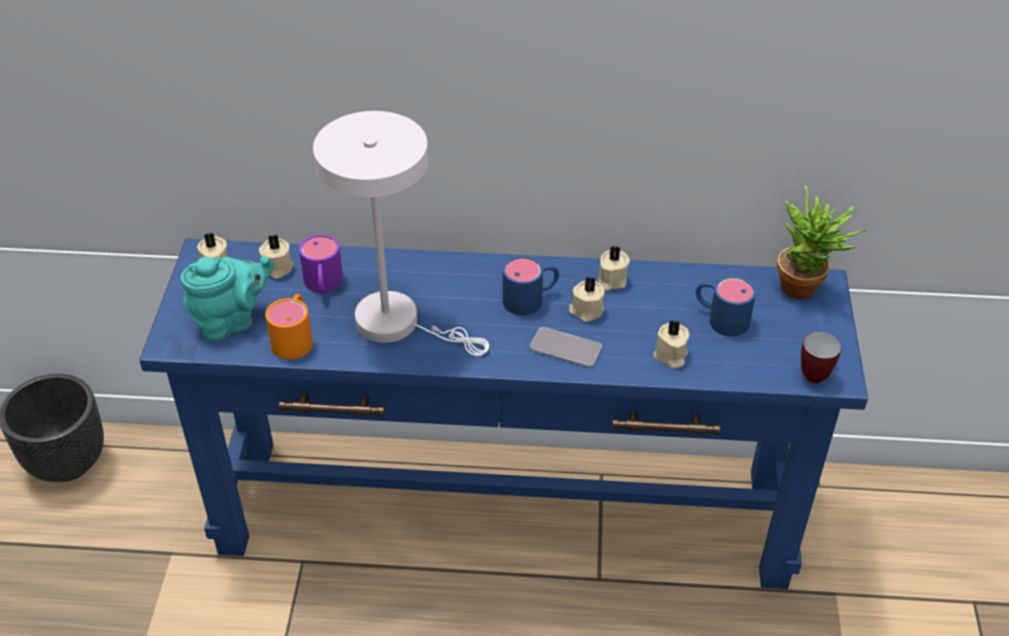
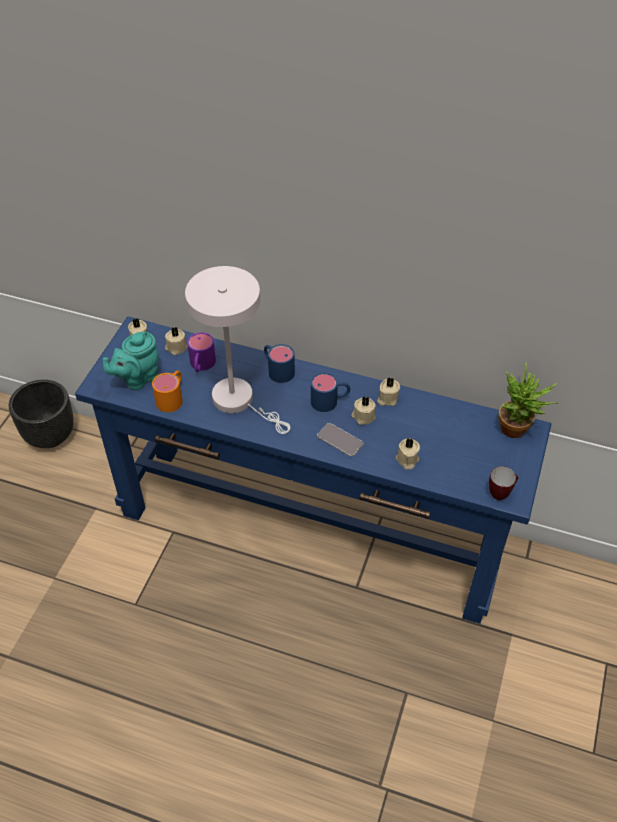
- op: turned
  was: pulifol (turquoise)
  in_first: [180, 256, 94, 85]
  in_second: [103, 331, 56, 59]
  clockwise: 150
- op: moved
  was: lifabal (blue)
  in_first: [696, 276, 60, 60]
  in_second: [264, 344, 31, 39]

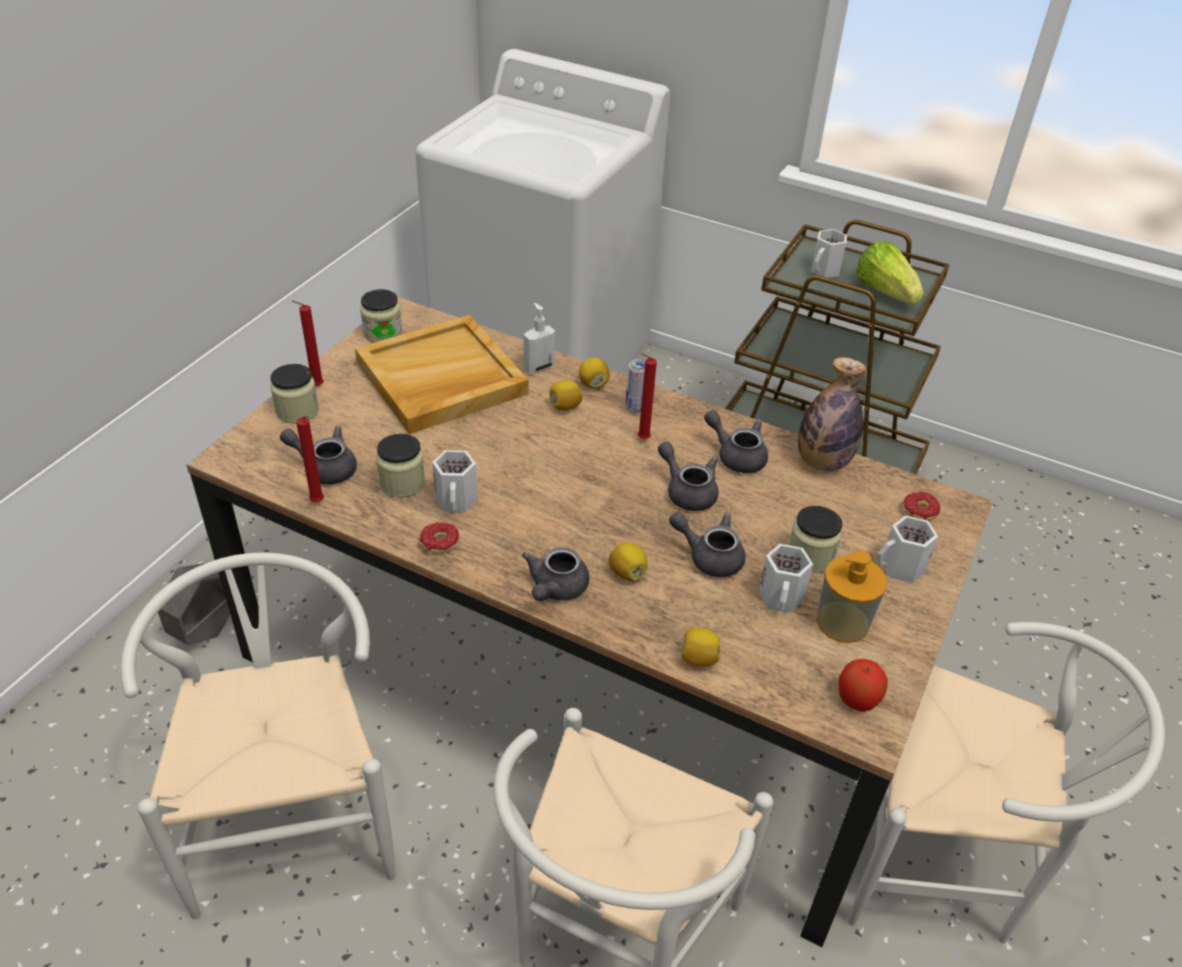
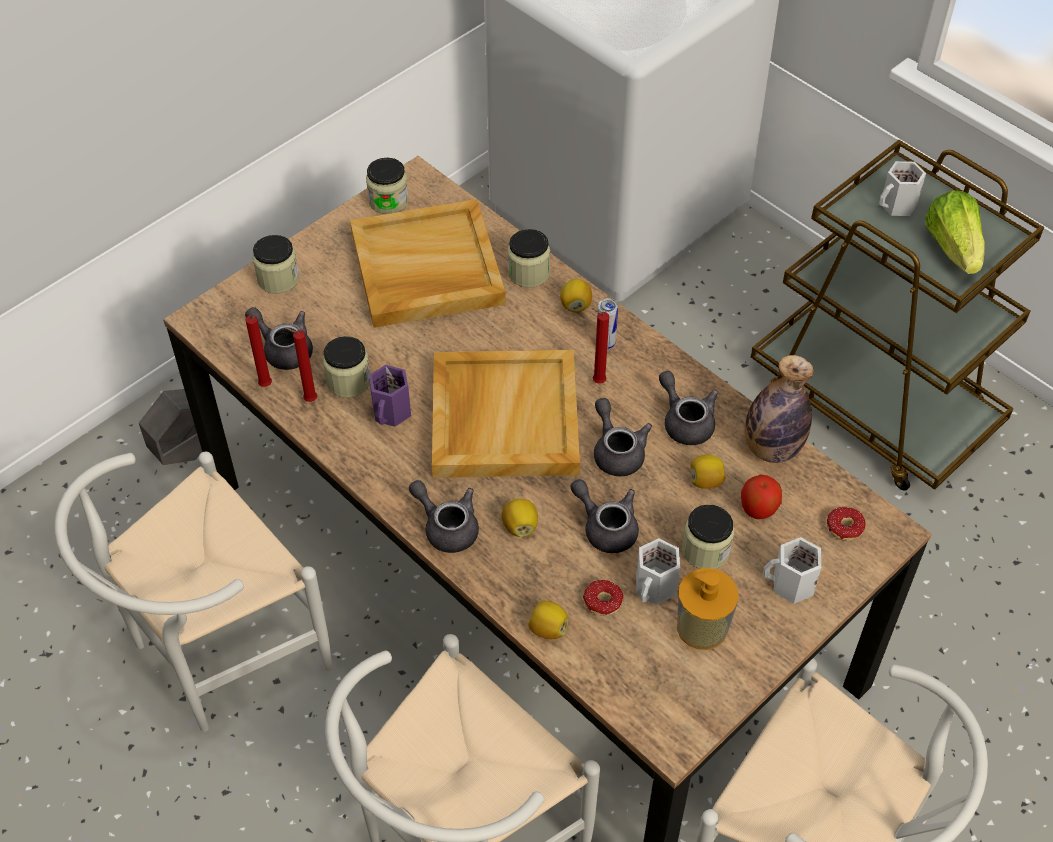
- op: moved
  was: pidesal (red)
  in_first: [292, 301, 32, 85]
  in_second: [285, 328, 32, 74]
- op: replaced
  was: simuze
  now: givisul
  in_first: [524, 303, 31, 70]
  in_second: [507, 229, 43, 59]
- op: moved
  was: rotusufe
  in_first: [550, 380, 32, 31]
  in_second: [690, 455, 36, 34]
- op: recoloured
  was: lifabal (white)
  now: lifabal (purple)
  in_first: [432, 450, 46, 63]
  in_second: [369, 365, 42, 62]
- op: moved
  was: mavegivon
  in_first: [420, 522, 39, 32]
  in_second: [583, 580, 40, 36]
- op: turned
  was: pulifol (grey)
  in_first: [522, 547, 67, 54]
  in_second: [409, 480, 70, 73]
  clockwise: 90
- op: turned
  was: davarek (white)
  in_first: [120, 552, 275, 367]
  in_second: [54, 452, 279, 280]
  clockwise: -135
- op: moved
  was: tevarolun
  in_first: [838, 659, 50, 53]
  in_second: [741, 475, 41, 44]
- op: added
  now: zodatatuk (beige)
  in_second: [432, 350, 148, 128]

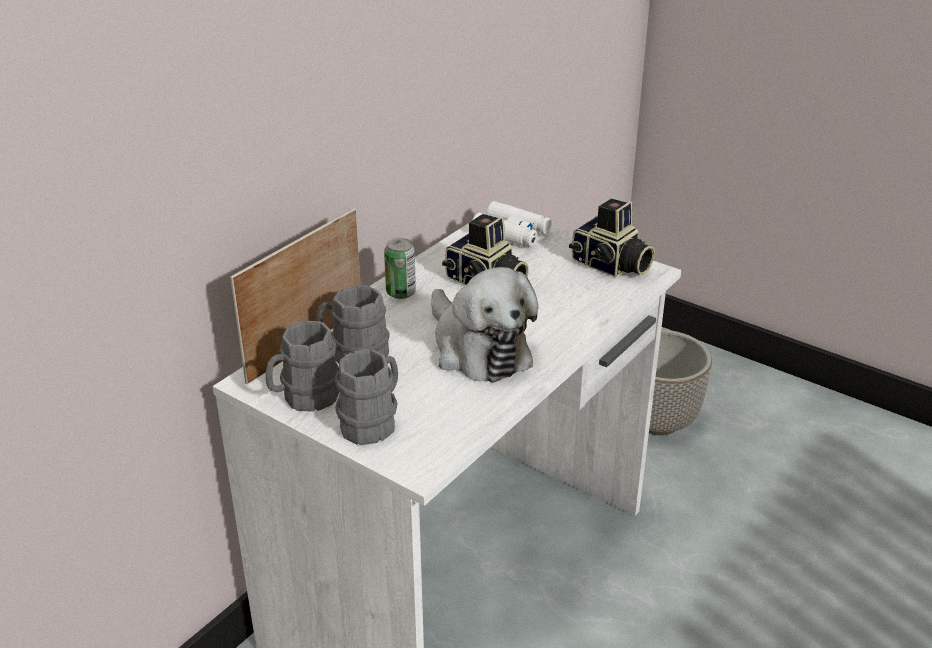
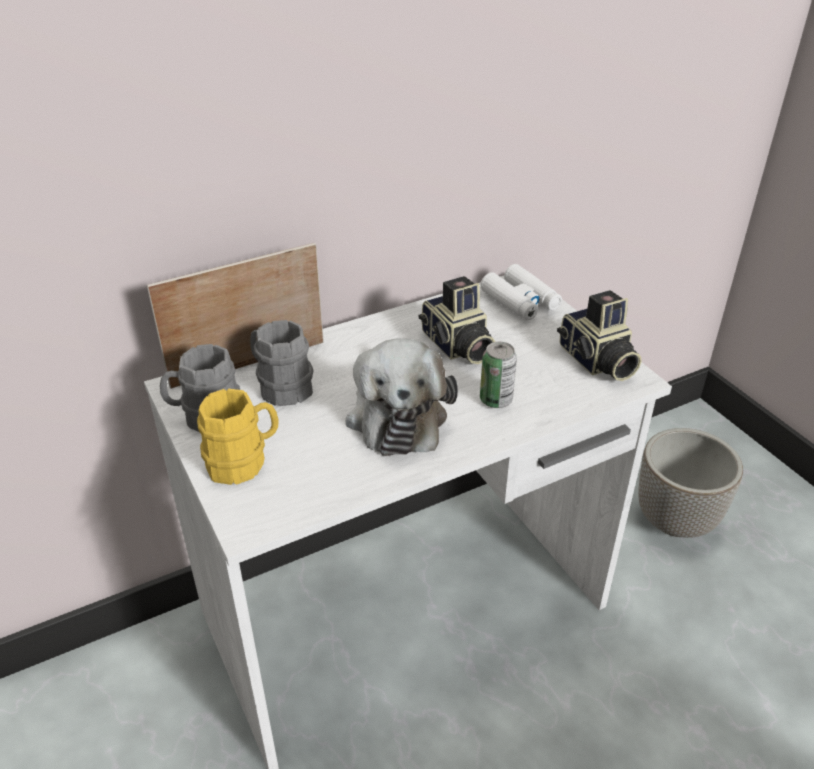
- op: moved
  was: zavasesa
  in_first: [384, 238, 32, 61]
  in_second: [480, 342, 37, 66]
- op: recoloured
  was: lifabal (grey)
  now: lifabal (yellow)
  in_first: [335, 349, 63, 96]
  in_second: [197, 389, 82, 96]

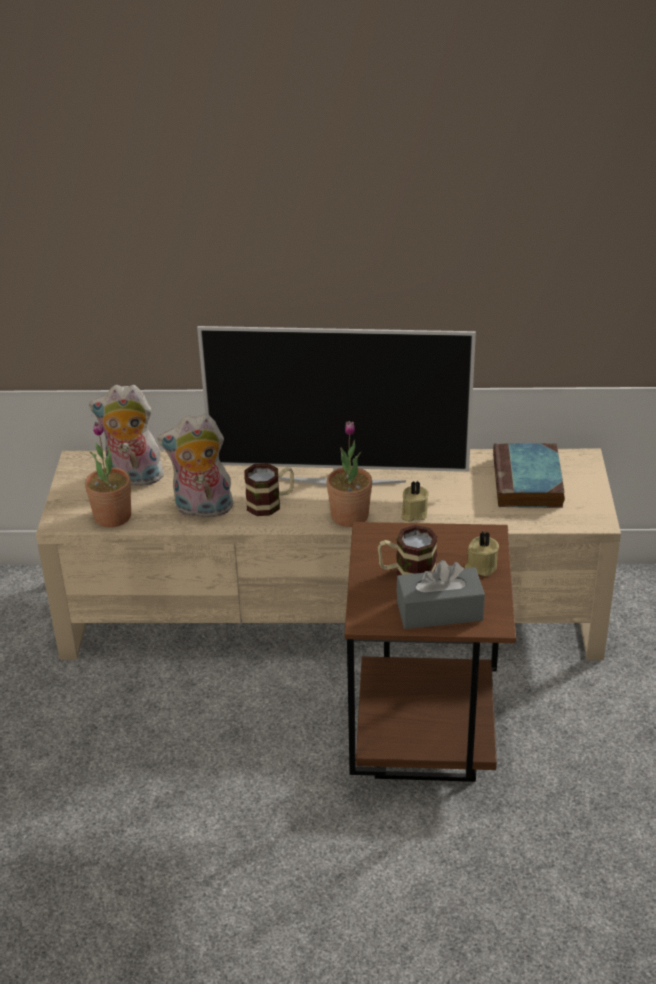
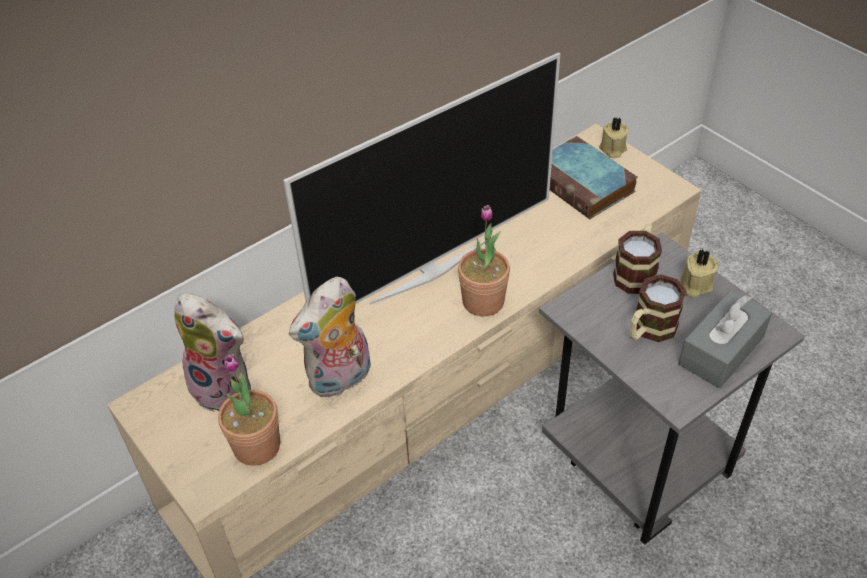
- op: turned
  was: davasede
  in_first: [89, 385, 75, 101]
  in_second: [174, 293, 77, 118]
  clockwise: -120
- op: moved
  was: lifabal
  in_first: [244, 463, 50, 53]
  in_second: [613, 224, 49, 70]
- op: moved
  was: pidesal (beige)
  in_first: [401, 481, 28, 41]
  in_second: [599, 118, 30, 40]
- op: recoloured
  was: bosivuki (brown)
  now: bosivuki (grey)
  in_first: [345, 522, 171, 260]
  in_second: [539, 232, 266, 313]

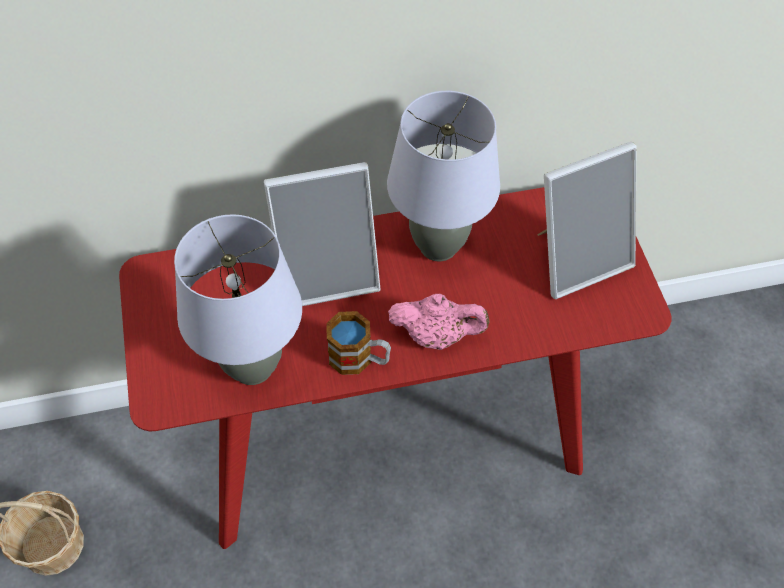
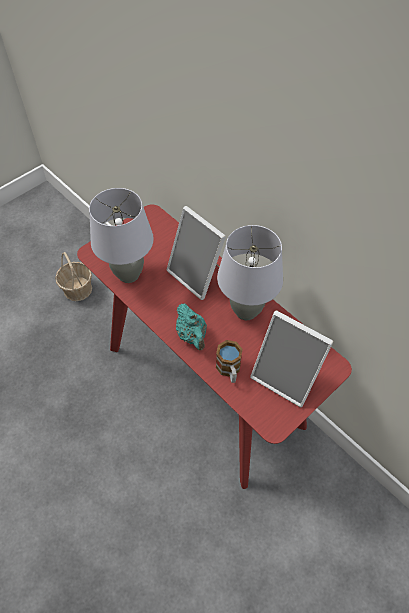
- op: recoloured
  was: pulifol (pink)
  now: pulifol (turquoise)
  in_first: [388, 294, 101, 56]
  in_second: [176, 303, 31, 47]
- op: moved
  was: lifabal
  in_first: [326, 311, 65, 64]
  in_second: [216, 340, 27, 43]

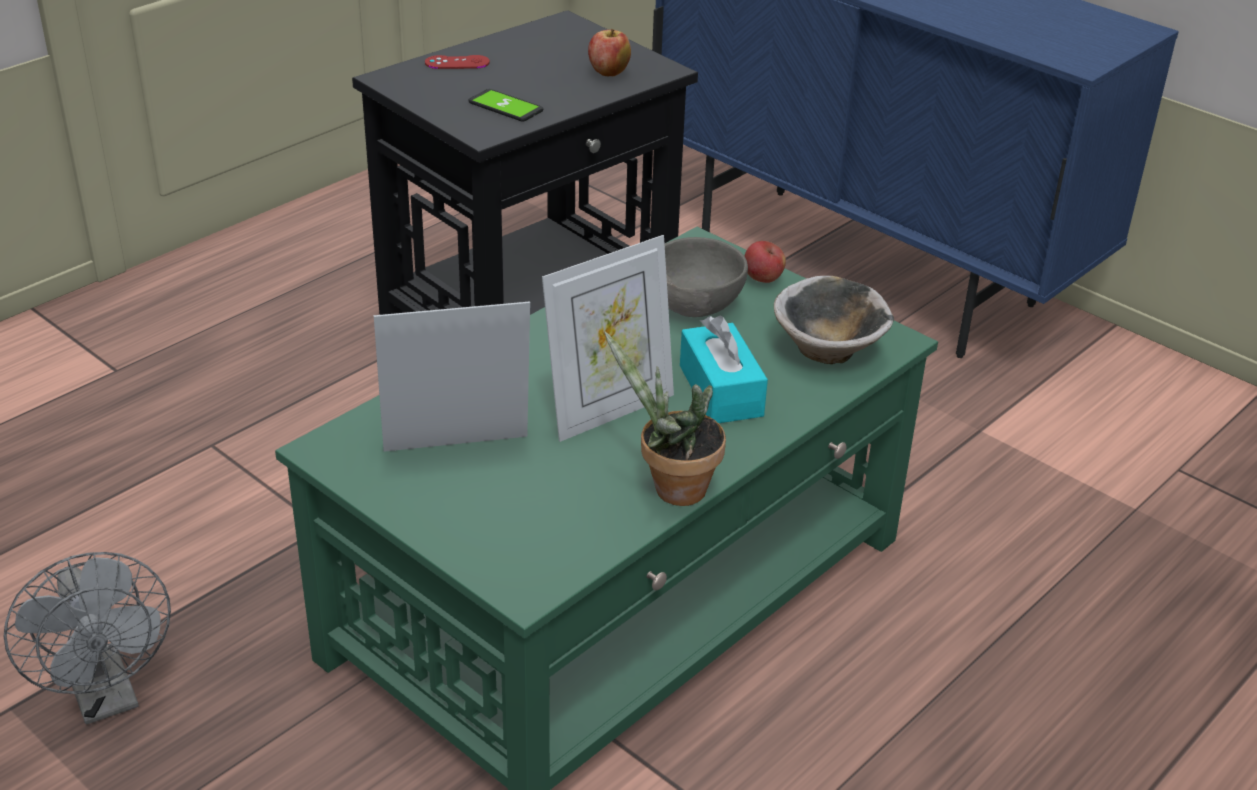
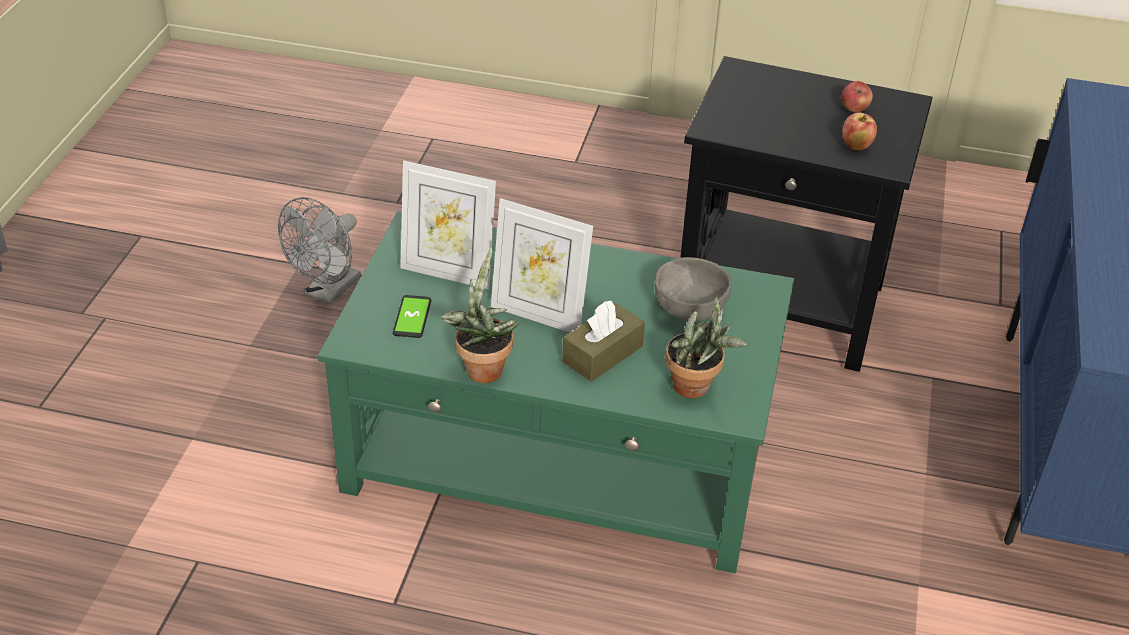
- op: removed
  was: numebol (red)
  in_first: [425, 55, 65, 14]
- op: moved
  was: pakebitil
  in_first: [468, 89, 76, 33]
  in_second: [393, 295, 38, 43]
- op: moved
  was: tevarolun
  in_first: [744, 241, 42, 42]
  in_second: [841, 81, 32, 31]
- op: replaced
  was: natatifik
  now: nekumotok
  in_first: [774, 276, 120, 88]
  in_second: [665, 296, 82, 102]
- op: turned
  was: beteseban
  in_first: [374, 301, 156, 151]
  in_second: [400, 160, 96, 129]
  clockwise: 150
- op: recoloured
  was: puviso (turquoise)
  now: puviso (brown)
  in_first: [680, 316, 88, 107]
  in_second: [562, 301, 83, 81]

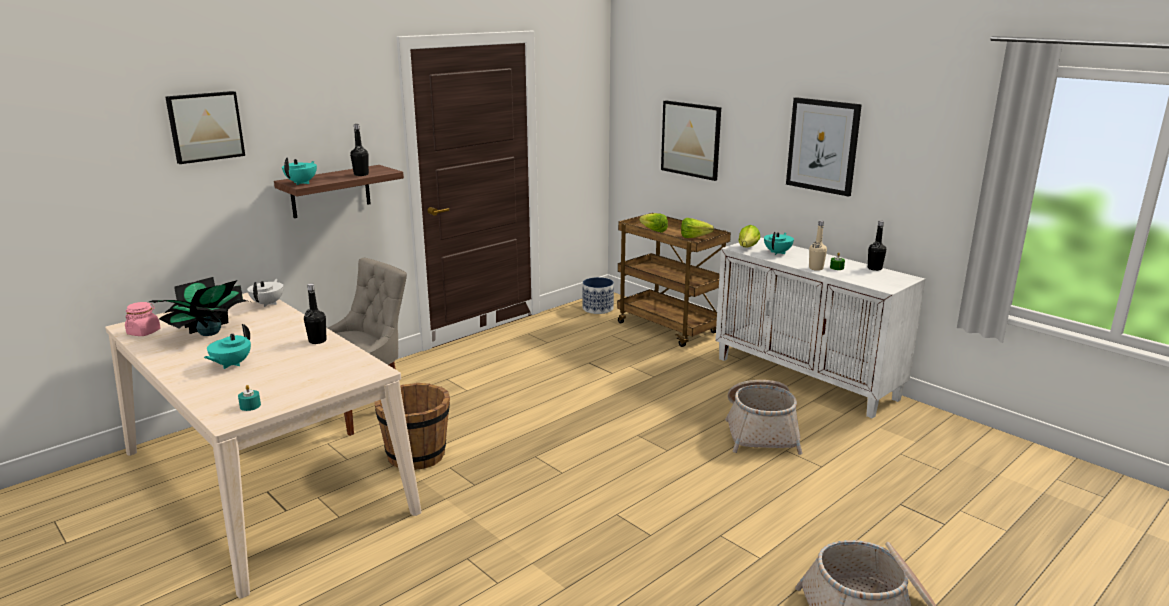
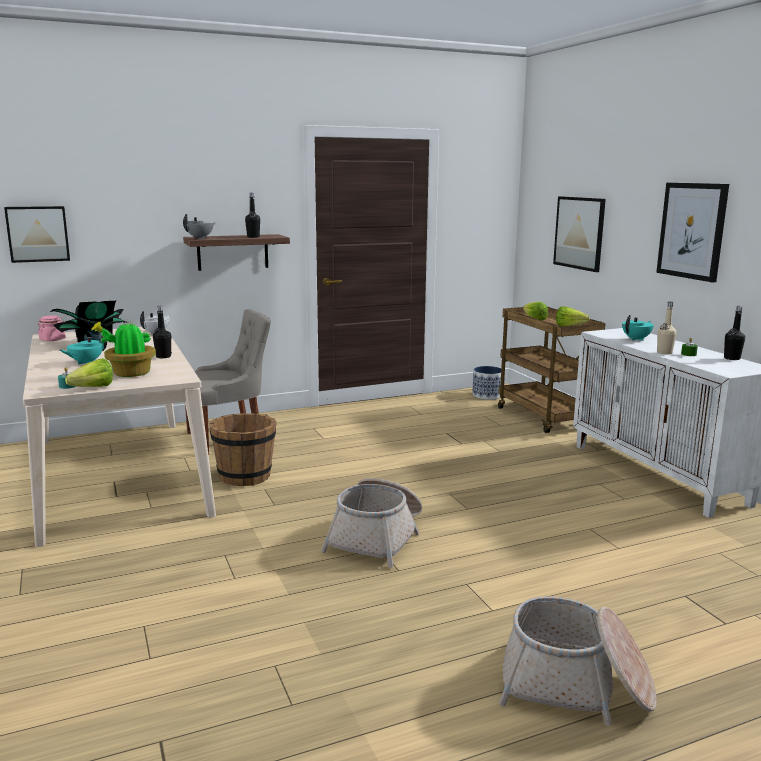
- op: moved
  was: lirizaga
  in_first: [165, 91, 80, 73]
  in_second: [4, 206, 66, 57]
- op: recoloured
  was: pulifol (turquoise)
  now: pulifol (grey)
  in_first: [282, 157, 35, 28]
  in_second: [183, 214, 33, 25]
- op: moved
  was: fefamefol
  in_first: [738, 225, 22, 22]
  in_second: [65, 358, 48, 29]
- op: moved
  was: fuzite
  in_first: [725, 380, 78, 75]
  in_second: [321, 478, 102, 90]
- op: added
  now: nekumotok
  in_second: [91, 321, 65, 56]

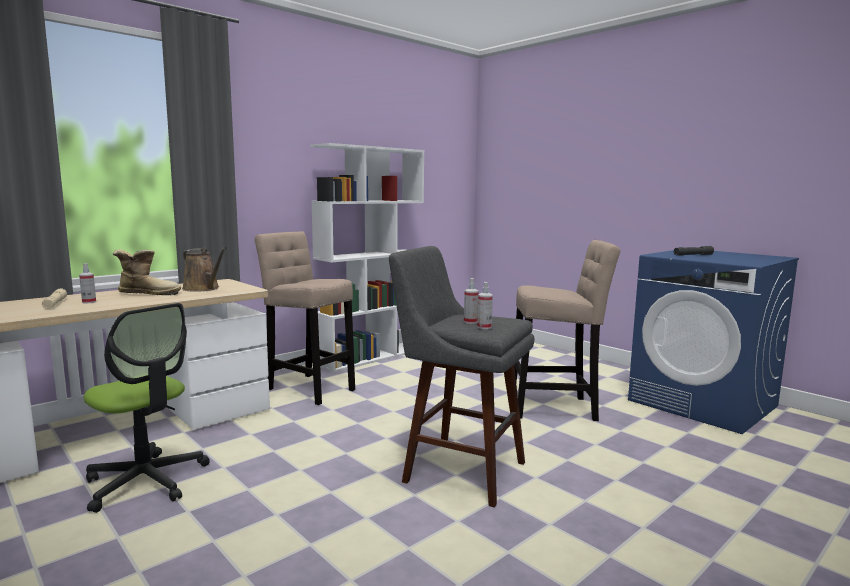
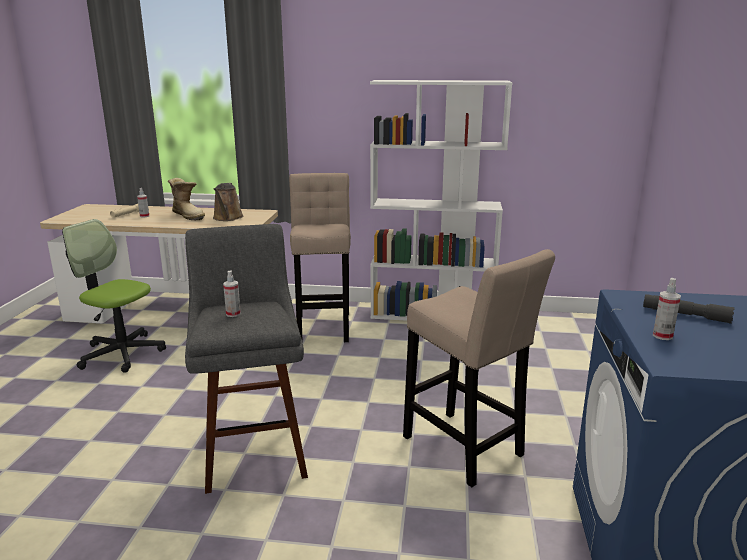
- op: moved
  was: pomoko
  in_first: [477, 282, 16, 47]
  in_second: [653, 278, 28, 62]
- op: turned
  was: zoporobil
  in_first: [84, 303, 126, 210]
  in_second: [62, 219, 104, 154]
  clockwise: 120

